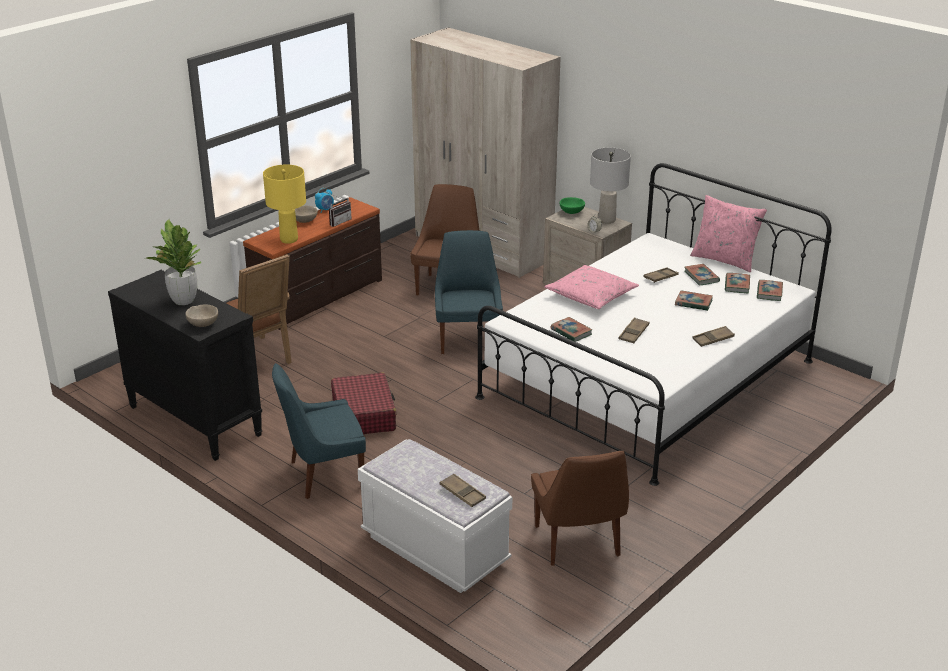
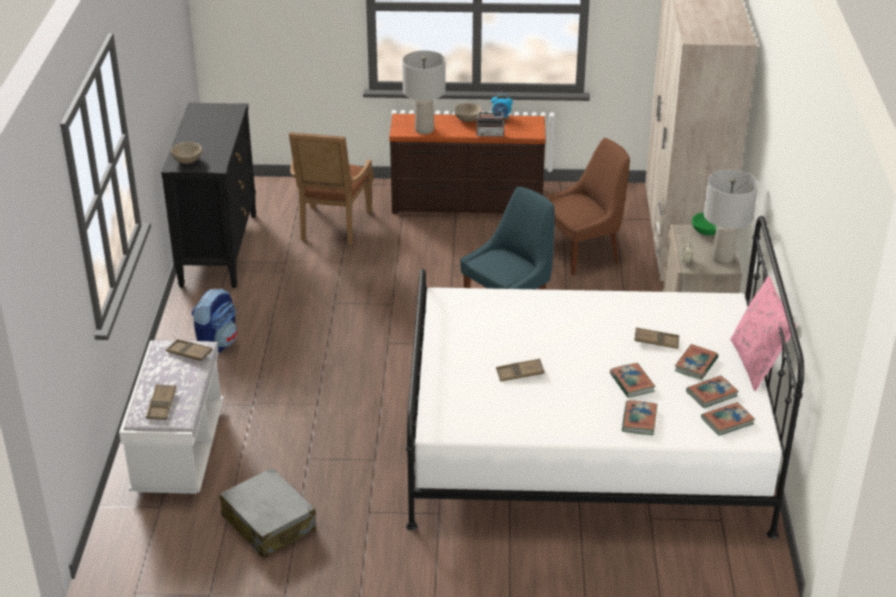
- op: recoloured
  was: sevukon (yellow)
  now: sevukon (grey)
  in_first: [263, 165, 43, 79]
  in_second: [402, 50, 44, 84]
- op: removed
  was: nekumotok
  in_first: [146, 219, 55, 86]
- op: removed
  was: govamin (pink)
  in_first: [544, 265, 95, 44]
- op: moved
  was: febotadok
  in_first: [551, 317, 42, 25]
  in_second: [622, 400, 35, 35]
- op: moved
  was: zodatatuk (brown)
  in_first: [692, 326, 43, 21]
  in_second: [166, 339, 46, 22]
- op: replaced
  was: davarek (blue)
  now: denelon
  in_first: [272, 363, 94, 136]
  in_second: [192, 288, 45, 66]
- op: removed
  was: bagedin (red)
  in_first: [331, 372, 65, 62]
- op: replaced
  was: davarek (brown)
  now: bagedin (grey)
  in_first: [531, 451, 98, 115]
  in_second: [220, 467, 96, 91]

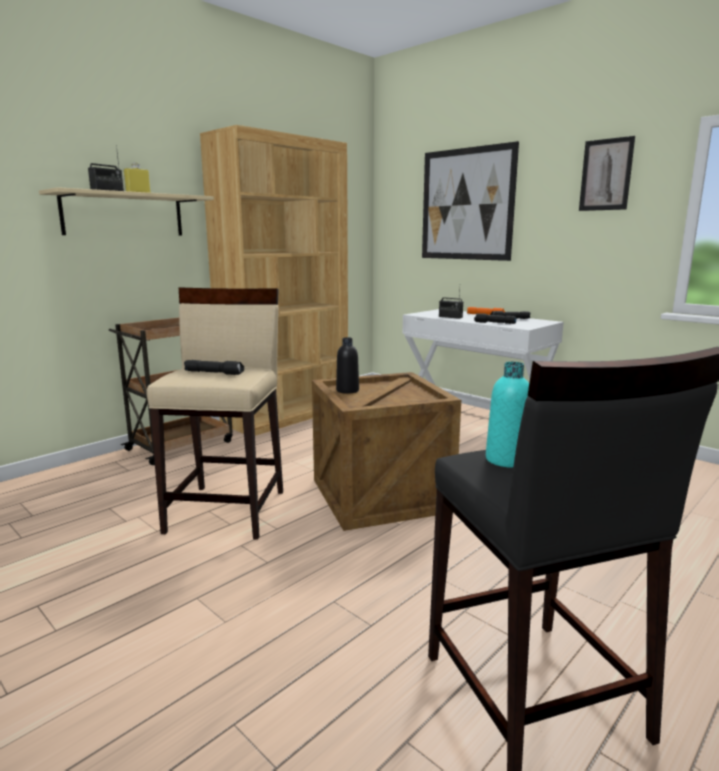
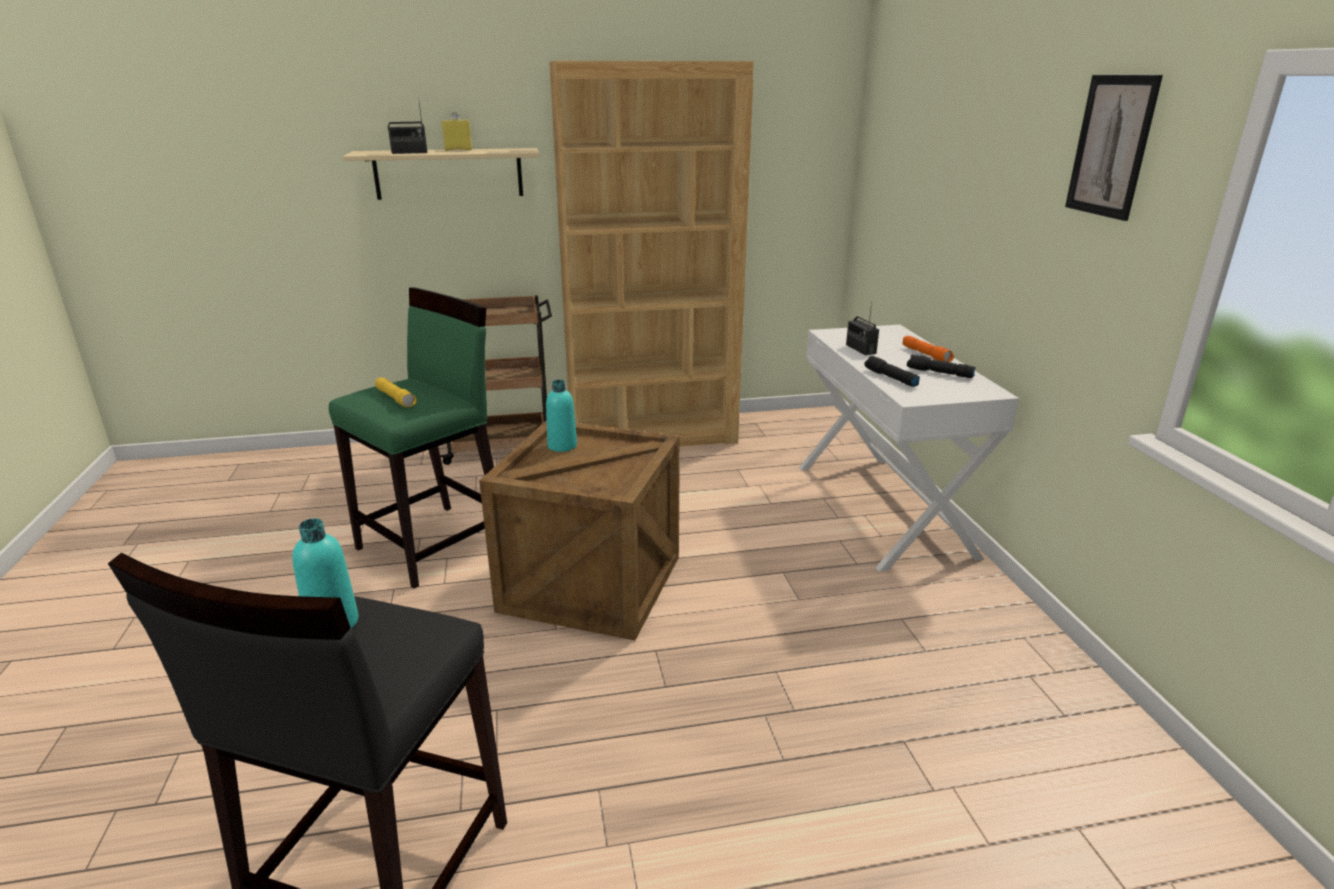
- op: removed
  was: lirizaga
  in_first: [422, 141, 97, 120]
- op: recoloured
  was: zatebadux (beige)
  now: zatebadux (green)
  in_first: [146, 287, 137, 253]
  in_second: [329, 288, 165, 301]
- op: recoloured
  was: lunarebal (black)
  now: lunarebal (turquoise)
  in_first: [336, 337, 23, 57]
  in_second: [546, 380, 31, 72]
- op: recoloured
  was: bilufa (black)
  now: bilufa (yellow)
  in_first: [184, 360, 60, 15]
  in_second: [375, 377, 42, 31]

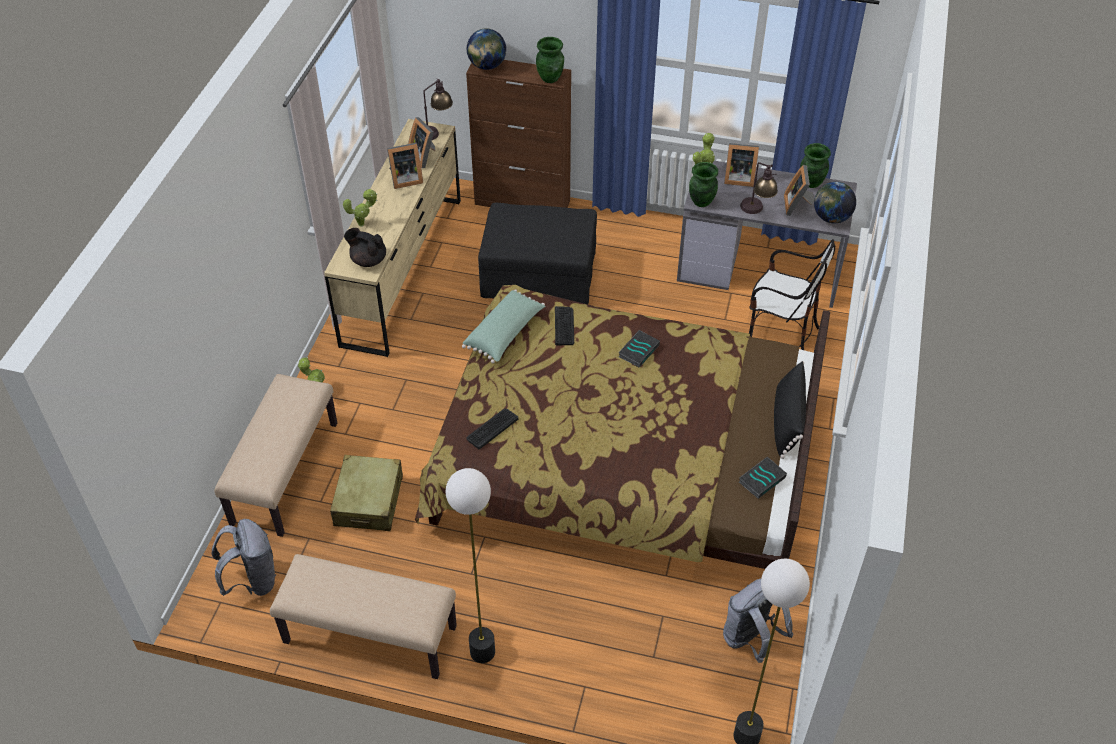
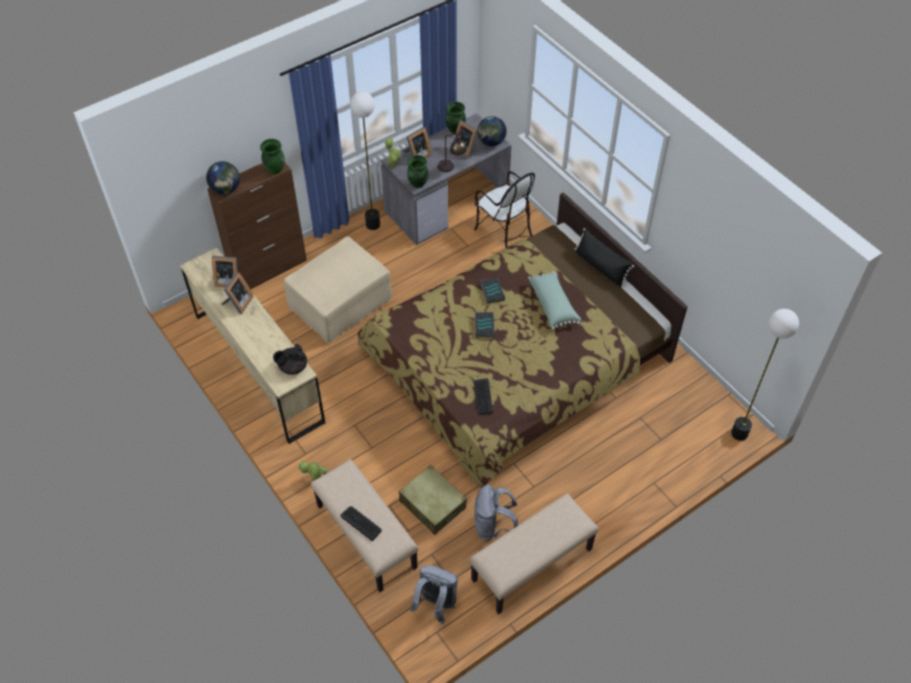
- op: removed
  was: sevukon
  in_first: [423, 79, 30, 61]
- op: removed
  was: nekumotok
  in_first: [343, 189, 34, 38]
- op: recoloured
  was: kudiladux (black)
  now: kudiladux (beige)
  in_first: [478, 203, 119, 101]
  in_second: [283, 237, 109, 106]
- op: turned
  was: davarek
  in_first: [749, 239, 86, 111]
  in_second: [474, 171, 61, 77]
  clockwise: 75
- op: moved
  was: govamin (green)
  in_first: [462, 289, 83, 74]
  in_second: [528, 271, 54, 59]
- op: moved
  was: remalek
  in_first: [555, 306, 19, 39]
  in_second: [340, 506, 42, 35]
- op: moved
  was: febotadok
  in_first: [739, 456, 48, 43]
  in_second: [475, 312, 20, 25]
- op: moved
  was: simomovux
  in_first: [446, 468, 49, 195]
  in_second: [350, 91, 30, 139]
- op: moved
  was: denelon (grey)
  in_first: [723, 579, 70, 84]
  in_second: [474, 485, 44, 55]

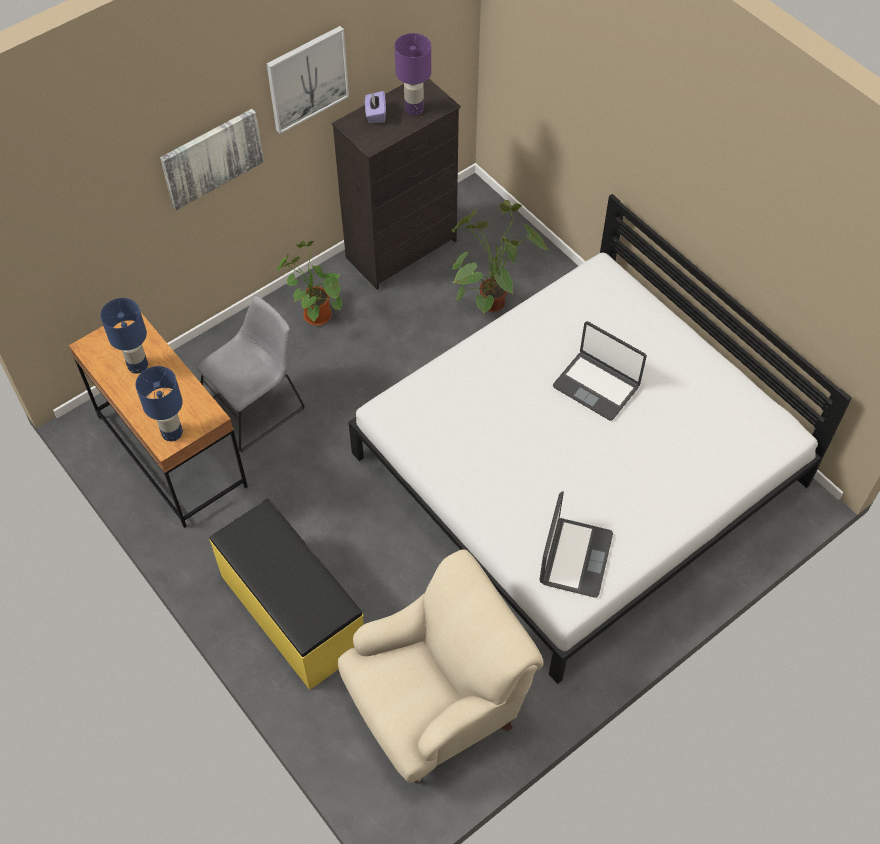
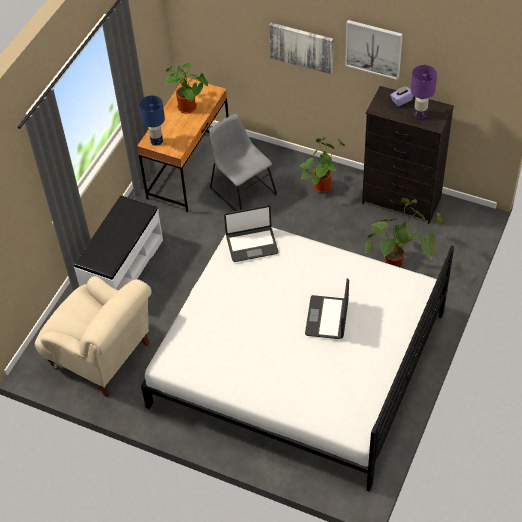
- op: turned
  was: davarek (grey)
  in_first: [196, 296, 109, 157]
  in_second: [209, 114, 68, 97]
  clockwise: -150
- op: replaced
  was: sevukon (blue)
  now: nekumotok
  in_first: [100, 298, 48, 76]
  in_second: [165, 63, 43, 51]
- op: moved
  was: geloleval
  in_first: [539, 491, 74, 107]
  in_second: [224, 205, 55, 57]
- op: recoloured
  was: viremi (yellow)
  now: viremi (white)
  in_first: [210, 499, 154, 191]
  in_second: [74, 196, 89, 94]

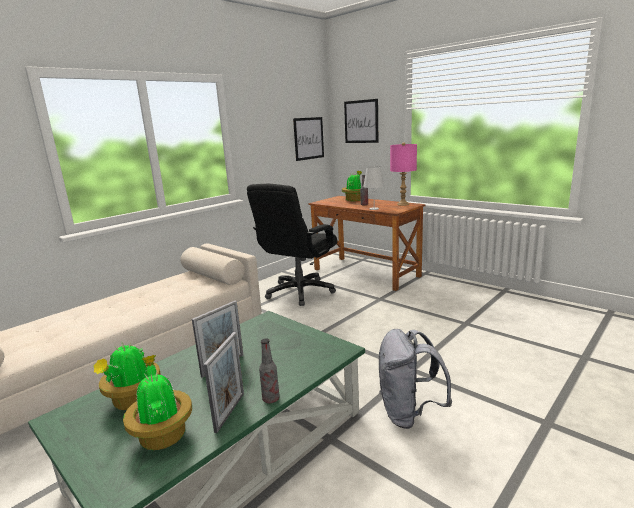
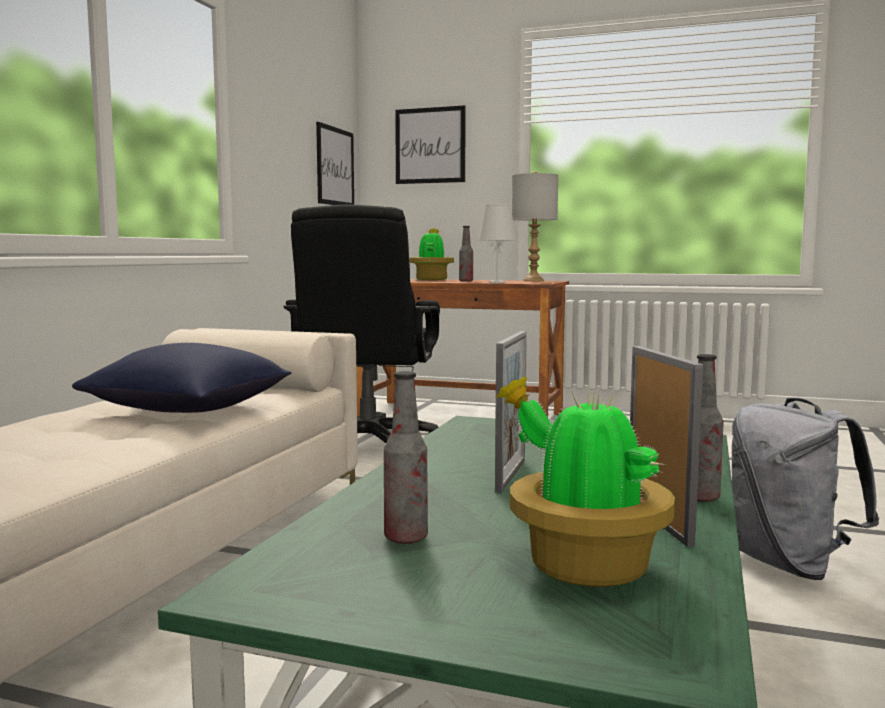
- op: recoloured
  was: sevukon (pink)
  now: sevukon (grey)
  in_first: [390, 142, 27, 64]
  in_second: [512, 171, 46, 110]
- op: replaced
  was: nekumotok
  now: lunarebal
  in_first: [93, 341, 68, 69]
  in_second: [384, 371, 44, 173]
- op: added
  now: govamin (blue)
  in_second: [72, 343, 220, 70]

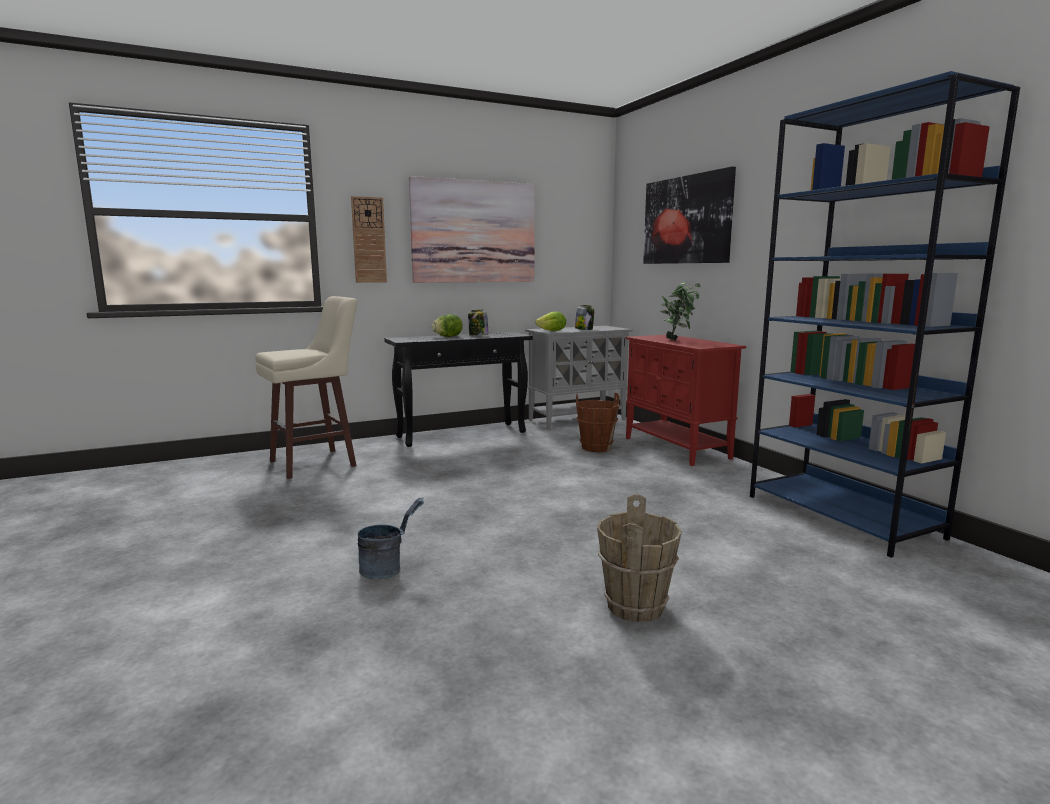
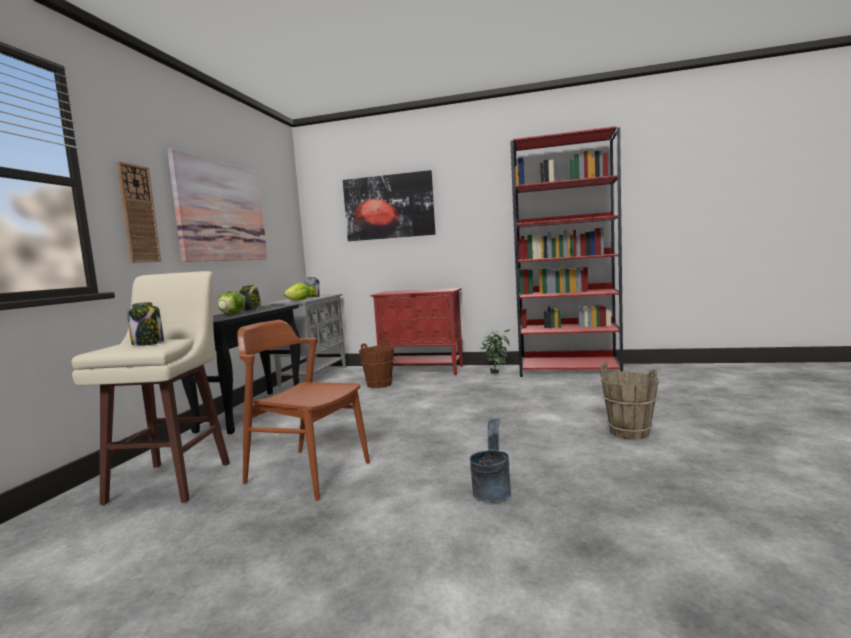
- op: recoloured
  was: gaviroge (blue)
  now: gaviroge (red)
  in_first: [750, 71, 270, 487]
  in_second: [510, 126, 113, 251]
- op: moved
  was: nekumotok
  in_first: [660, 282, 41, 58]
  in_second: [480, 330, 30, 44]
- op: added
  now: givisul
  in_second: [127, 302, 37, 44]
- op: added
  now: davarek (brown)
  in_second: [237, 320, 133, 181]

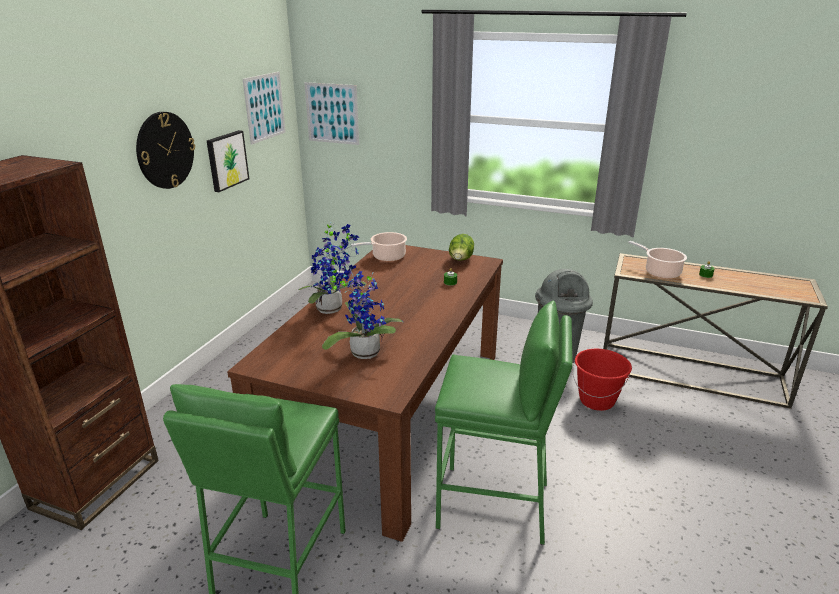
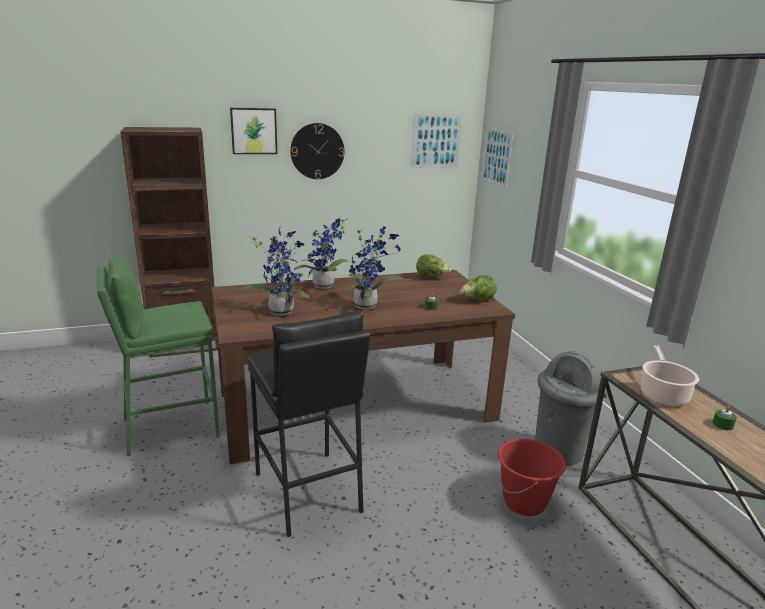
- op: moved
  was: lirizaga
  in_first: [207, 130, 42, 62]
  in_second: [230, 108, 47, 46]
- op: replaced
  was: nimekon
  now: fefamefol
  in_first: [351, 232, 56, 29]
  in_second: [416, 255, 35, 23]
- op: recoloured
  was: zatebadux (green)
  now: zatebadux (black)
  in_first: [435, 301, 138, 244]
  in_second: [248, 312, 122, 225]
- op: added
  now: nekumotok
  in_second: [348, 226, 55, 84]

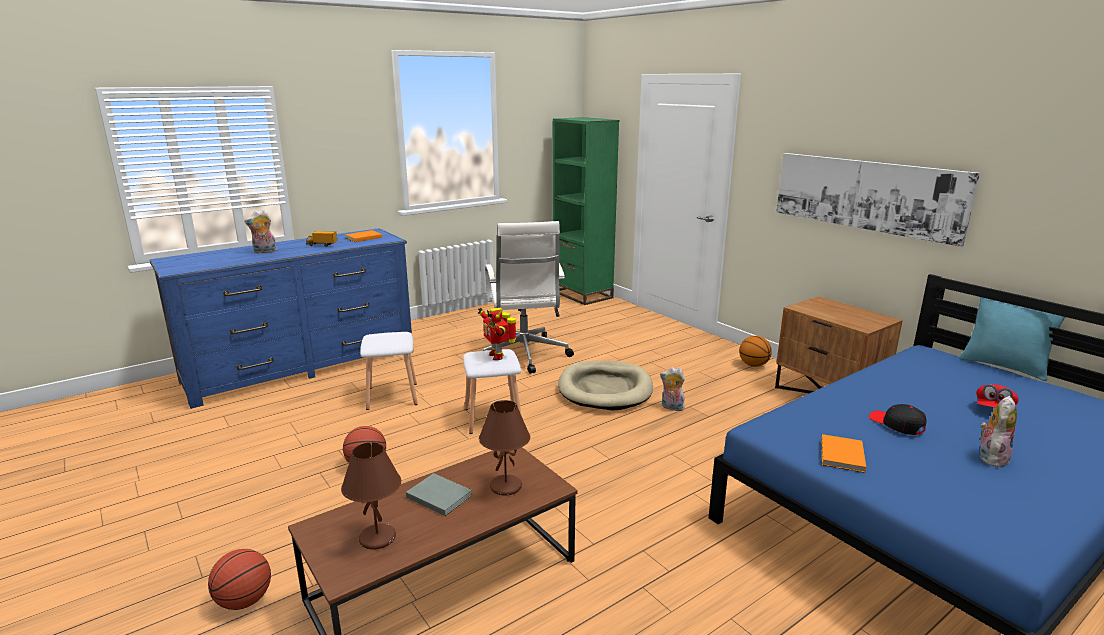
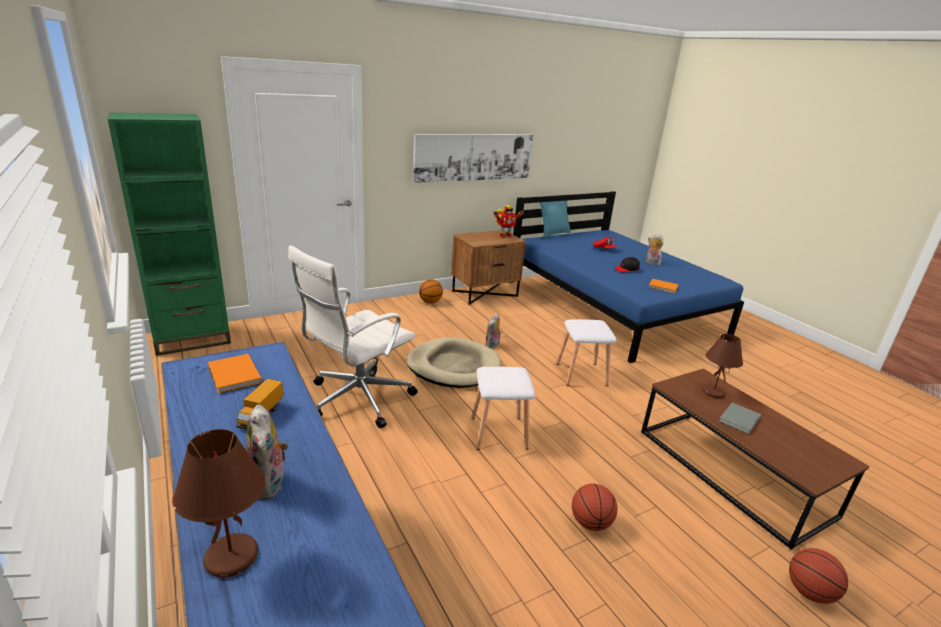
- op: turned
  was: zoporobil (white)
  in_first: [483, 221, 91, 153]
  in_second: [288, 245, 130, 183]
  clockwise: 135
- op: moved
  was: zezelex
  in_first: [478, 307, 38, 53]
  in_second: [493, 205, 31, 33]
- op: moved
  was: zatebadux (white)
  in_first: [360, 332, 58, 78]
  in_second: [556, 319, 61, 67]
- op: moved
  was: sevukon (brown)
  in_first: [341, 442, 60, 108]
  in_second: [172, 429, 93, 149]

